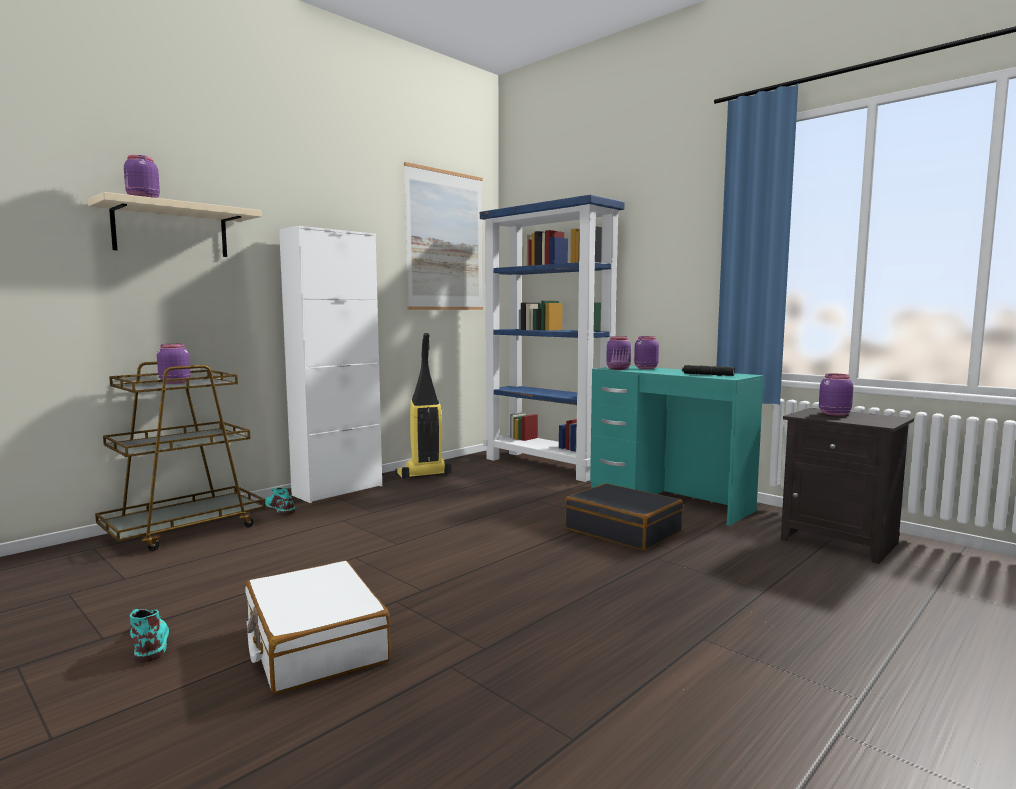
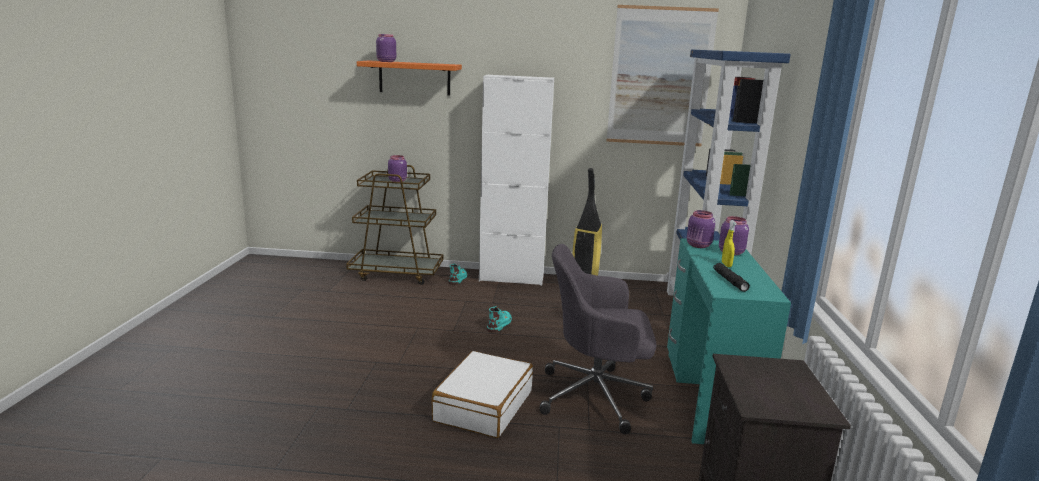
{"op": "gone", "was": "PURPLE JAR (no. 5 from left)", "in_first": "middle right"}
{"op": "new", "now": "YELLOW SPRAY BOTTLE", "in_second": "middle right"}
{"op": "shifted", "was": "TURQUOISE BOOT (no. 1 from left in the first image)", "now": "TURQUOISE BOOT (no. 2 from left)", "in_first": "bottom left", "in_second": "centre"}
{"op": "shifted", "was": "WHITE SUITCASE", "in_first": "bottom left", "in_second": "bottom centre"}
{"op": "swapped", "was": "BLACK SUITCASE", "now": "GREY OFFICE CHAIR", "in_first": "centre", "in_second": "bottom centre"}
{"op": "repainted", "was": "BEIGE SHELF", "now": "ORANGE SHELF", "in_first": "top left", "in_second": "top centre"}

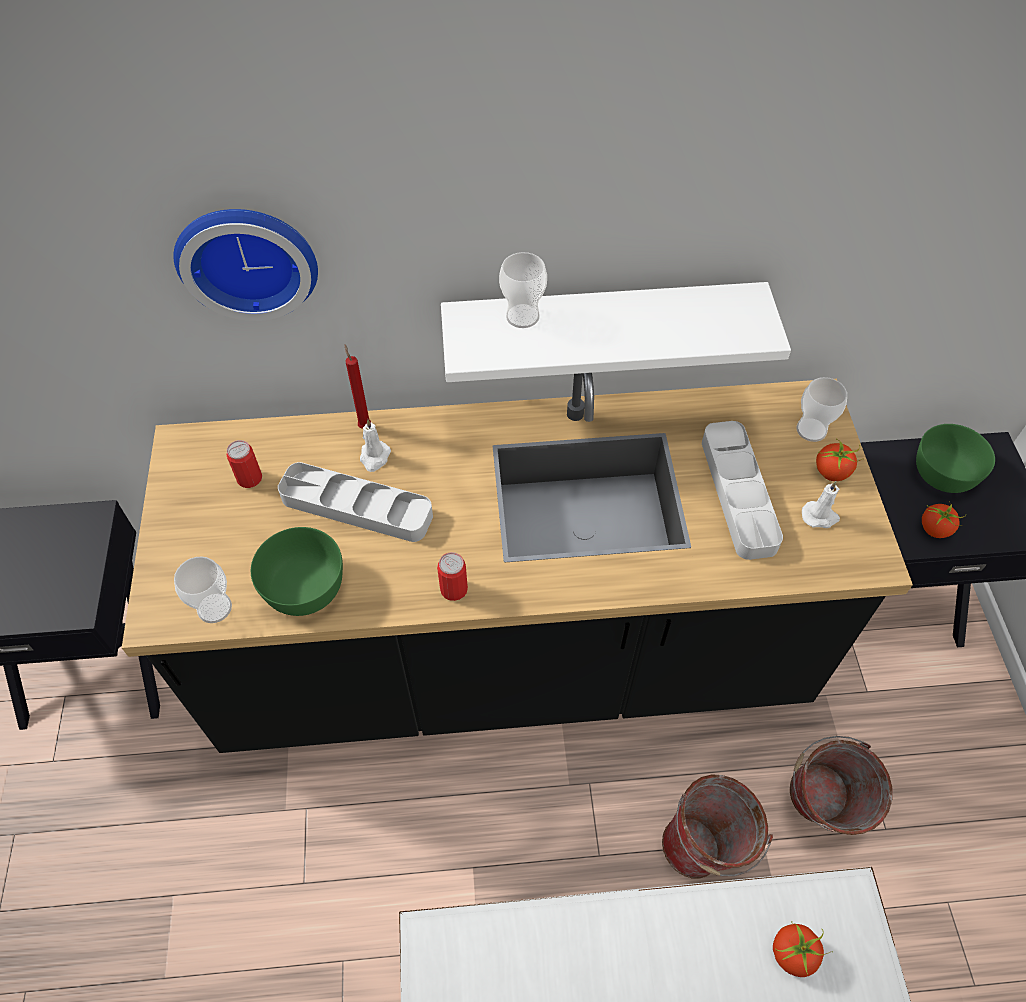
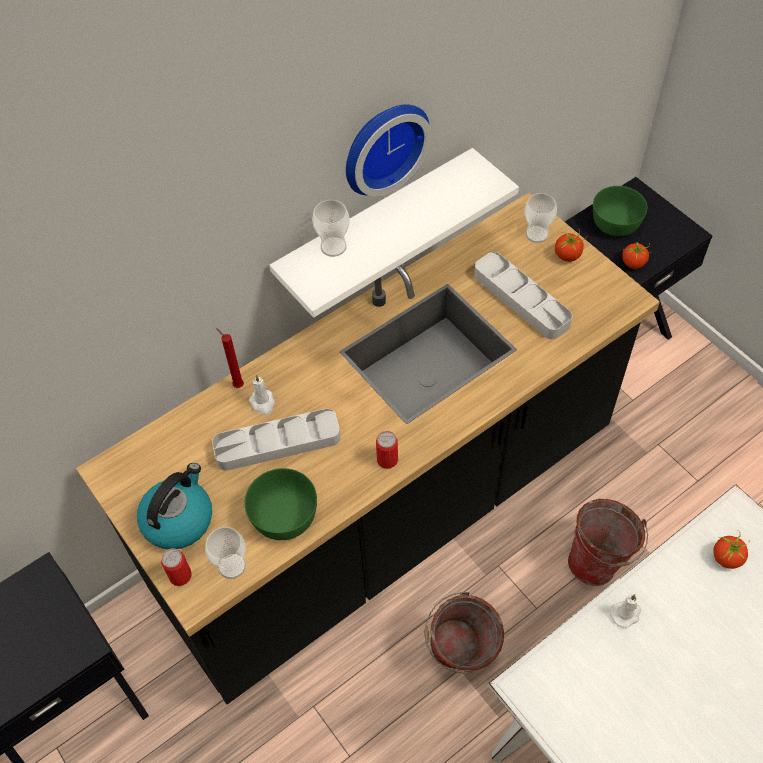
{"op": "new", "now": "KETTLE", "in_second": "middle left"}
{"op": "shifted", "was": "WALL CLOCK", "in_first": "top left", "in_second": "top centre"}
{"op": "shifted", "was": "CAN (no. 1 from left)", "in_first": "middle left", "in_second": "bottom left"}
{"op": "shifted", "was": "BUCKET (no. 2 from left in the first image)", "now": "BUCKET (no. 1 from left)", "in_first": "bottom right", "in_second": "bottom centre"}
{"op": "shifted", "was": "WHITE CANDLE (no. 2 from left)", "in_first": "middle right", "in_second": "bottom right"}

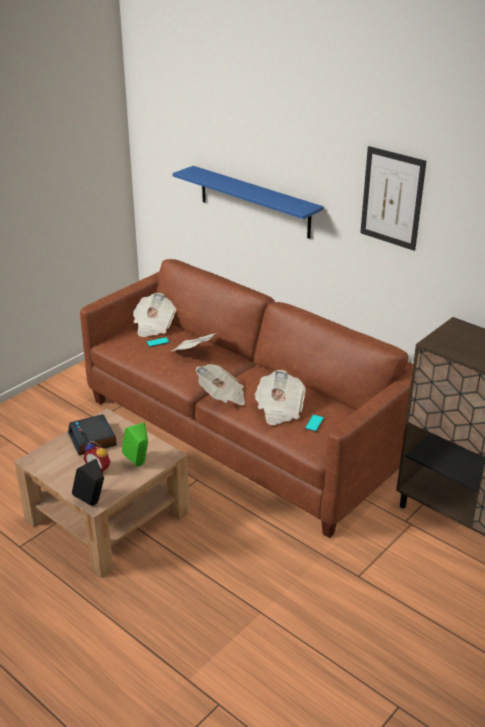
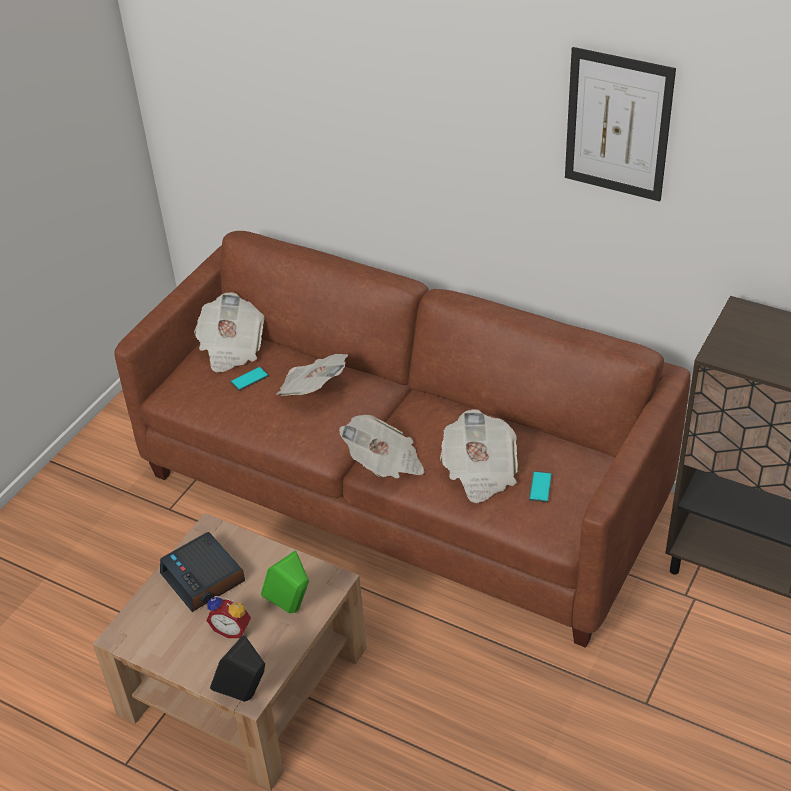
{"op": "gone", "was": "BLUE SHELF", "in_first": "top centre"}

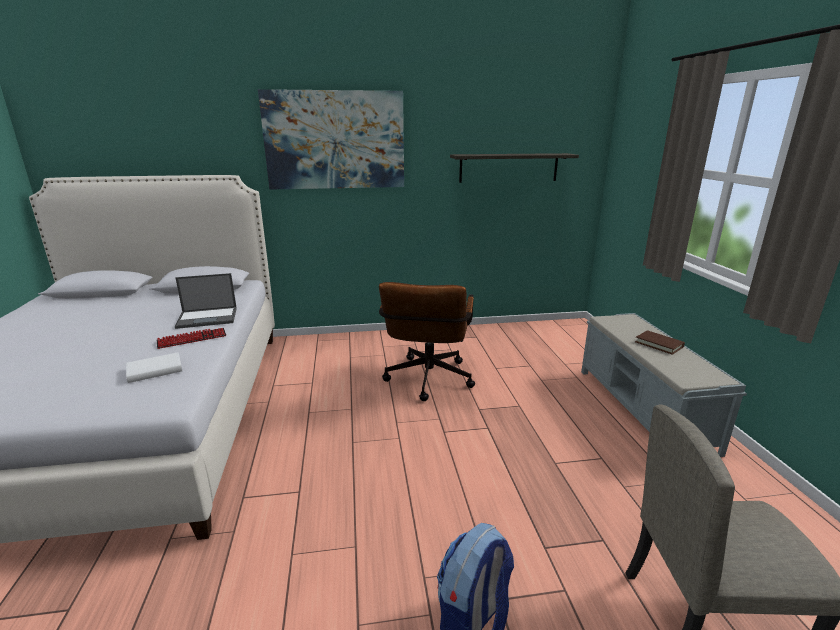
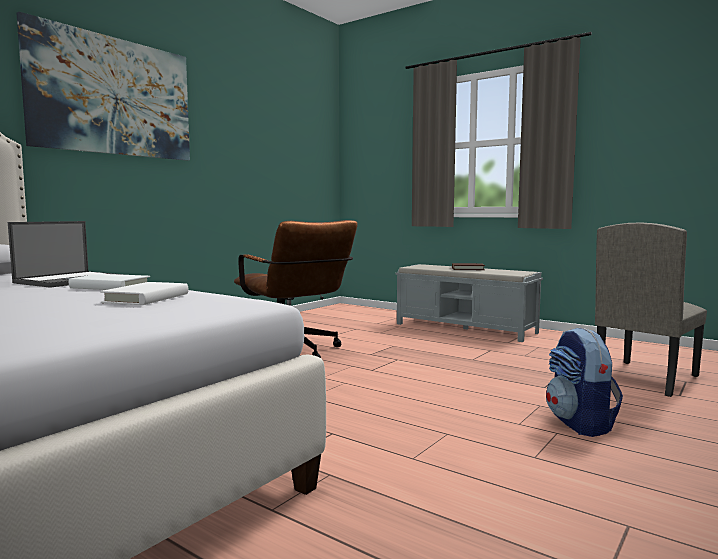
{"op": "gone", "was": "SHELF", "in_first": "top centre"}
{"op": "swapped", "was": "KEYBOARD", "now": "WHITE BOOK (no. 1 from left)", "in_first": "middle left", "in_second": "middle left"}

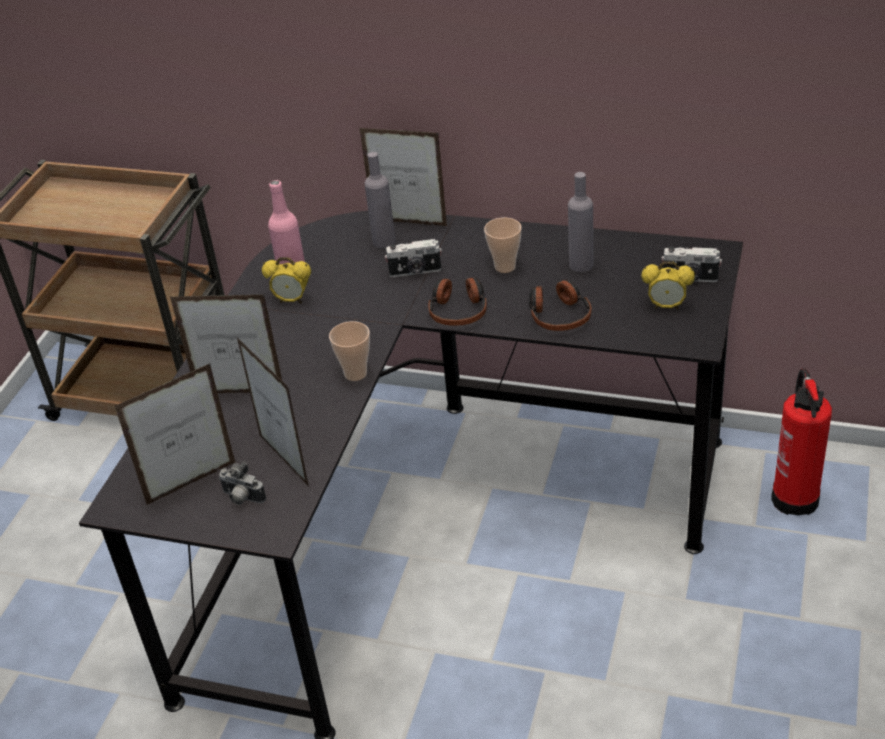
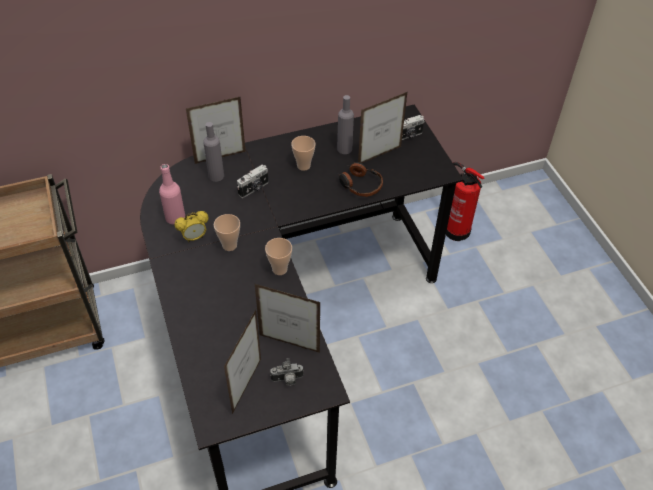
{"op": "gone", "was": "HEADPHONES (no. 1 from left)", "in_first": "centre"}
{"op": "gone", "was": "ALARM CLOCK (no. 2 from left)", "in_first": "middle right"}
{"op": "new", "now": "CUP (no. 1 from left)", "in_second": "centre"}
{"op": "shifted", "was": "PICTURE FRAME (no. 2 from left in the first image)", "now": "PICTURE FRAME (no. 4 from left)", "in_first": "middle left", "in_second": "top centre"}

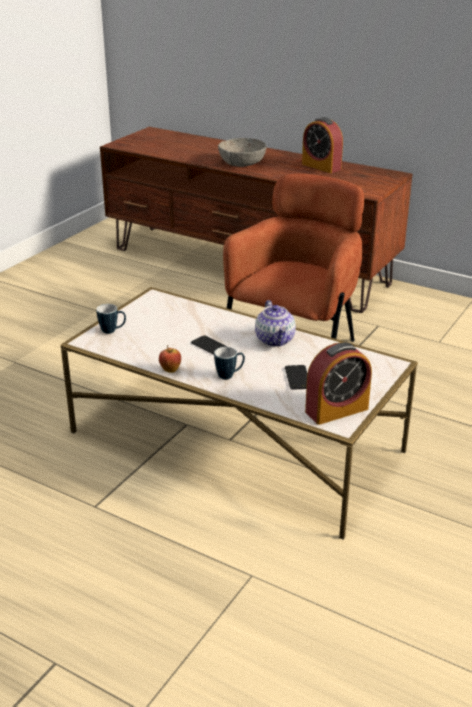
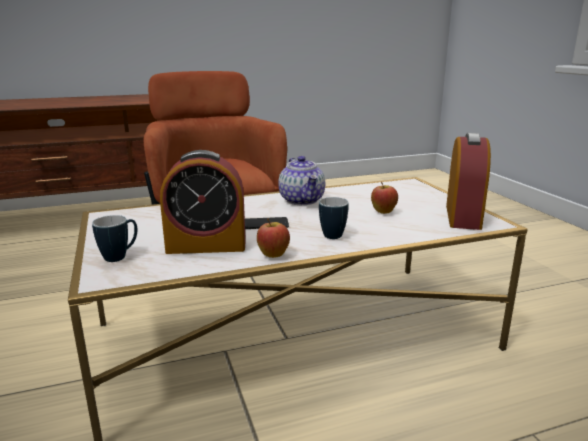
{"op": "gone", "was": "GREY BOWL", "in_first": "top centre"}
{"op": "shifted", "was": "ALARM CLOCK (no. 1 from left)", "in_first": "top right", "in_second": "centre"}
{"op": "swapped", "was": "PHONE (no. 2 from left)", "now": "APPLE (no. 2 from left)", "in_first": "centre", "in_second": "centre"}
{"op": "rotated", "was": "TEAPOT", "in_first": "centre", "in_second": "centre", "clockwise": 45}

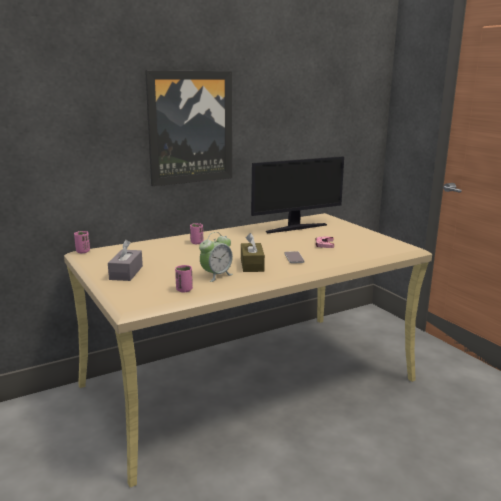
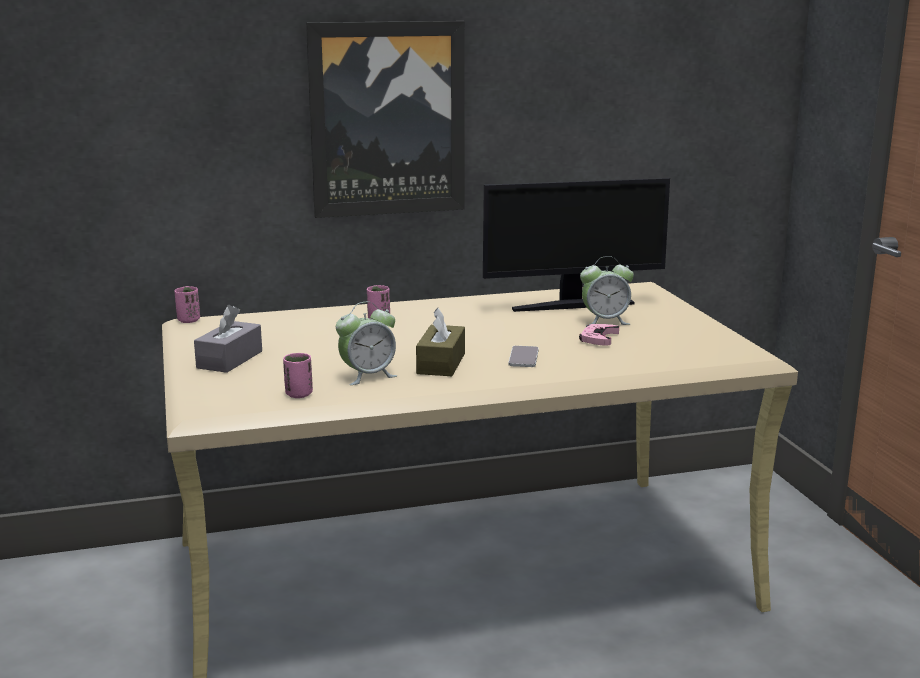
{"op": "new", "now": "ALARM CLOCK (no. 2 from left)", "in_second": "centre"}

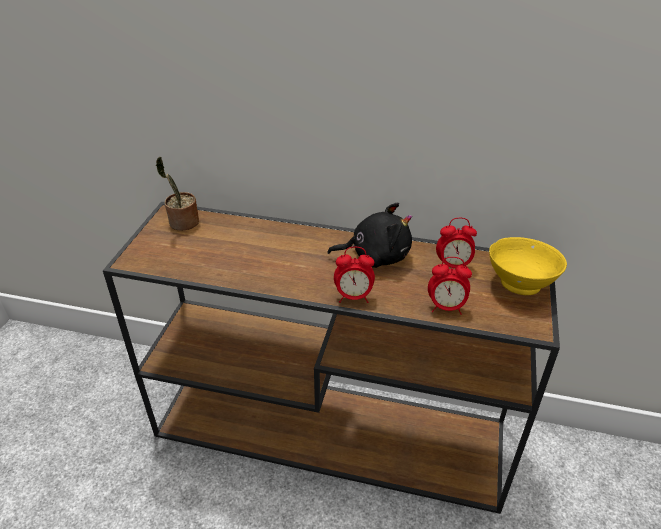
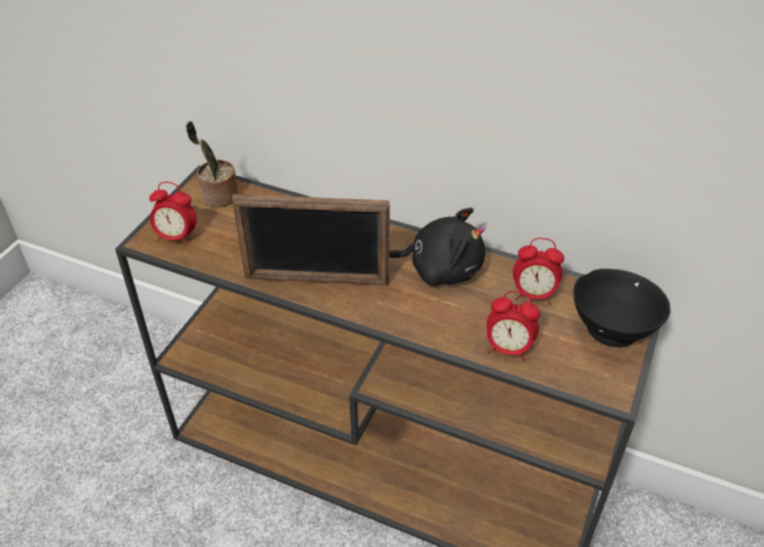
{"op": "new", "now": "PICTURE FRAME", "in_second": "centre"}
{"op": "shifted", "was": "ALARM CLOCK (no. 1 from left)", "in_first": "centre", "in_second": "middle left"}
{"op": "repainted", "was": "YELLOW BOWL", "now": "BLACK BOWL", "in_first": "middle right", "in_second": "middle right"}

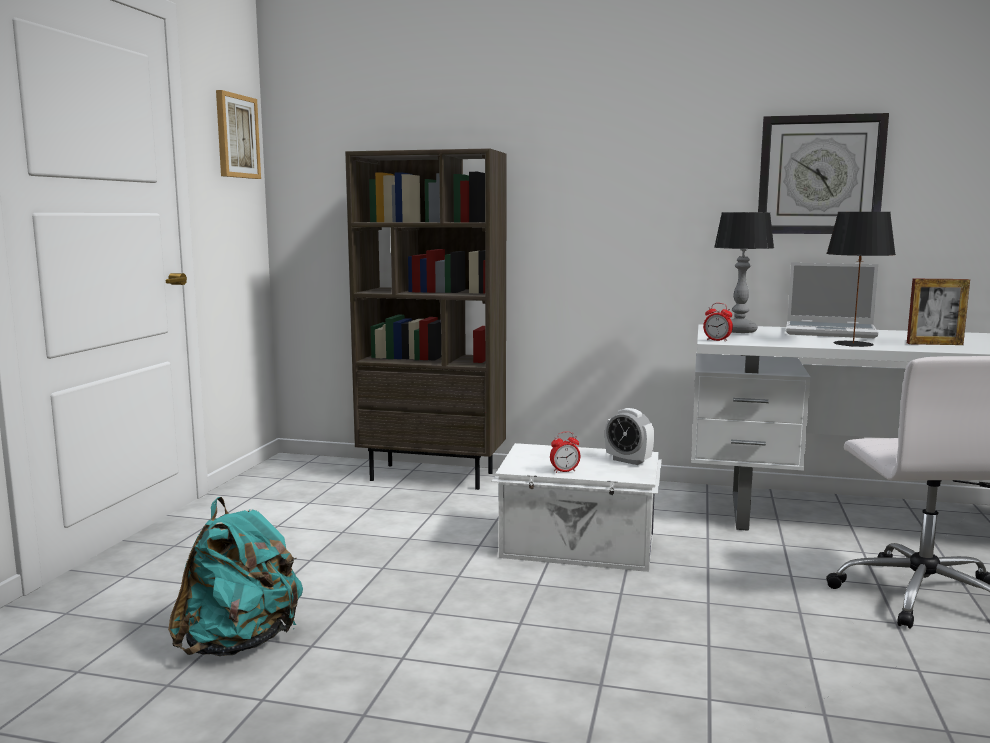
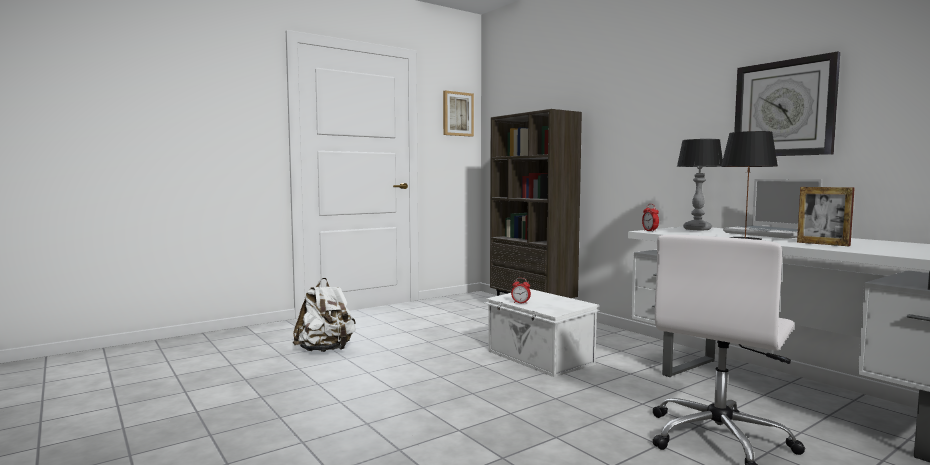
{"op": "gone", "was": "ALARM CLOCK (no. 2 from left)", "in_first": "centre"}
{"op": "repainted", "was": "TURQUOISE BACKPACK", "now": "WHITE BACKPACK", "in_first": "bottom left", "in_second": "bottom centre"}

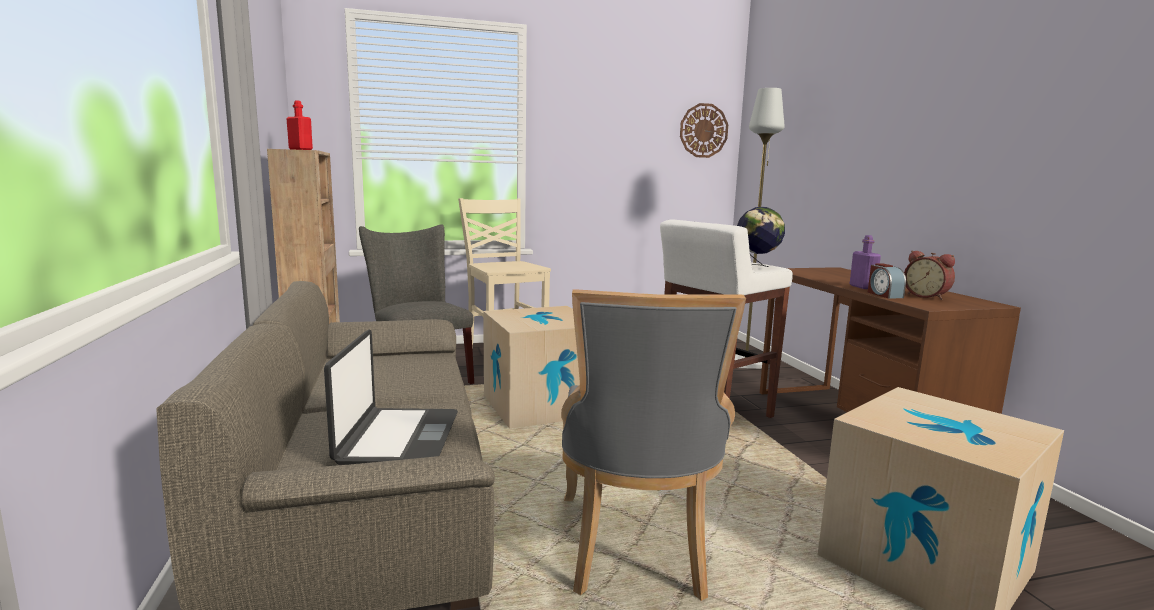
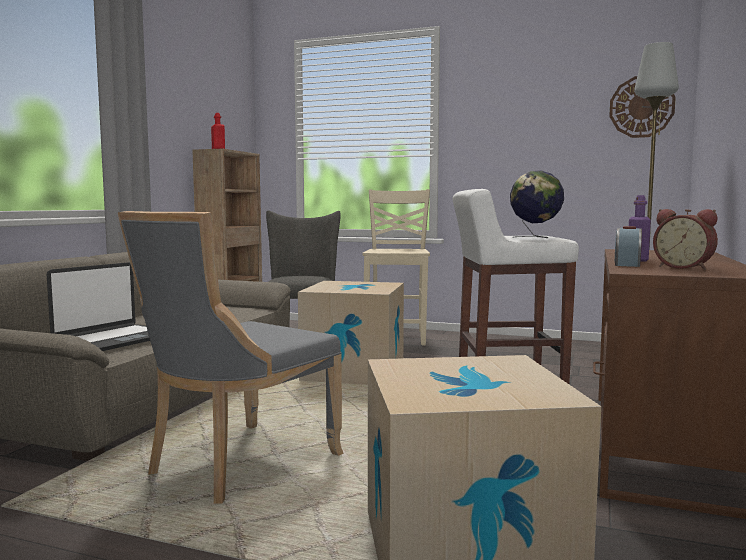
{"op": "rotated", "was": "ALARM CLOCK (no. 2 from left)", "in_first": "middle right", "in_second": "middle right", "clockwise": -45}

